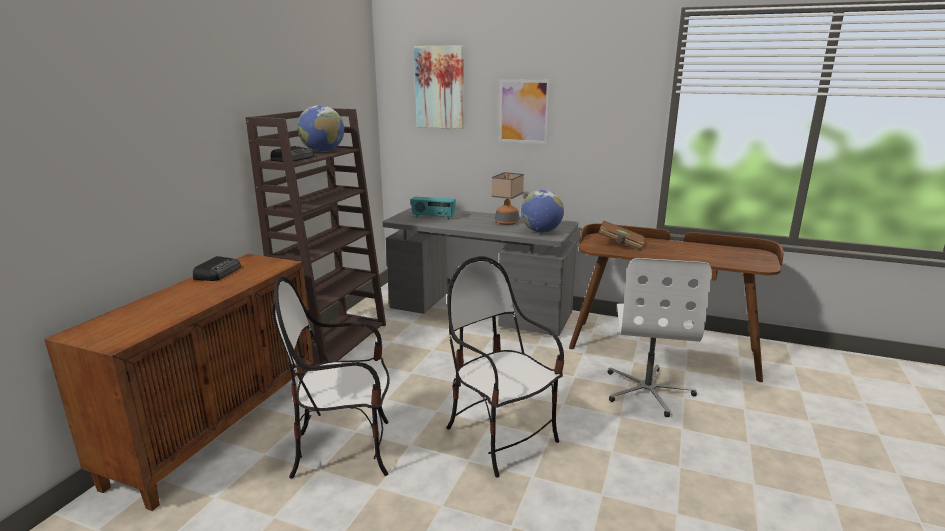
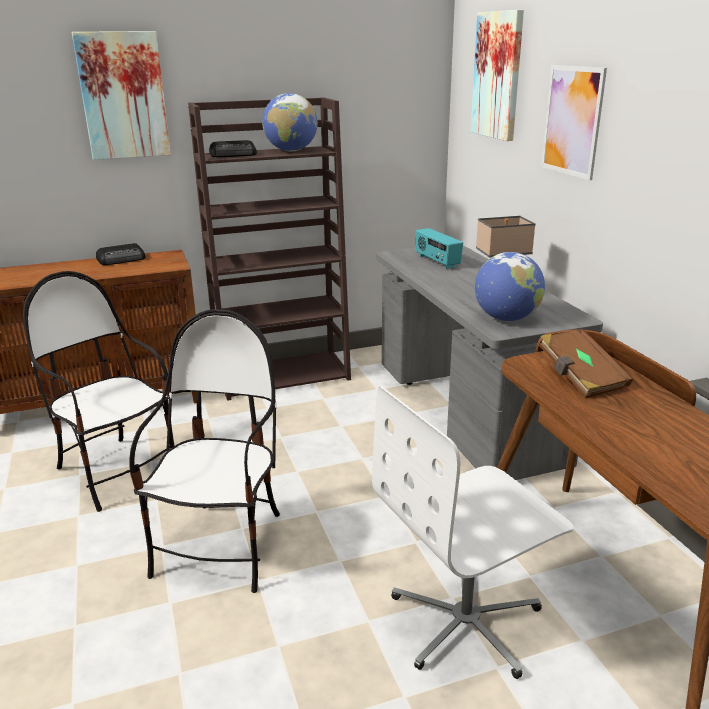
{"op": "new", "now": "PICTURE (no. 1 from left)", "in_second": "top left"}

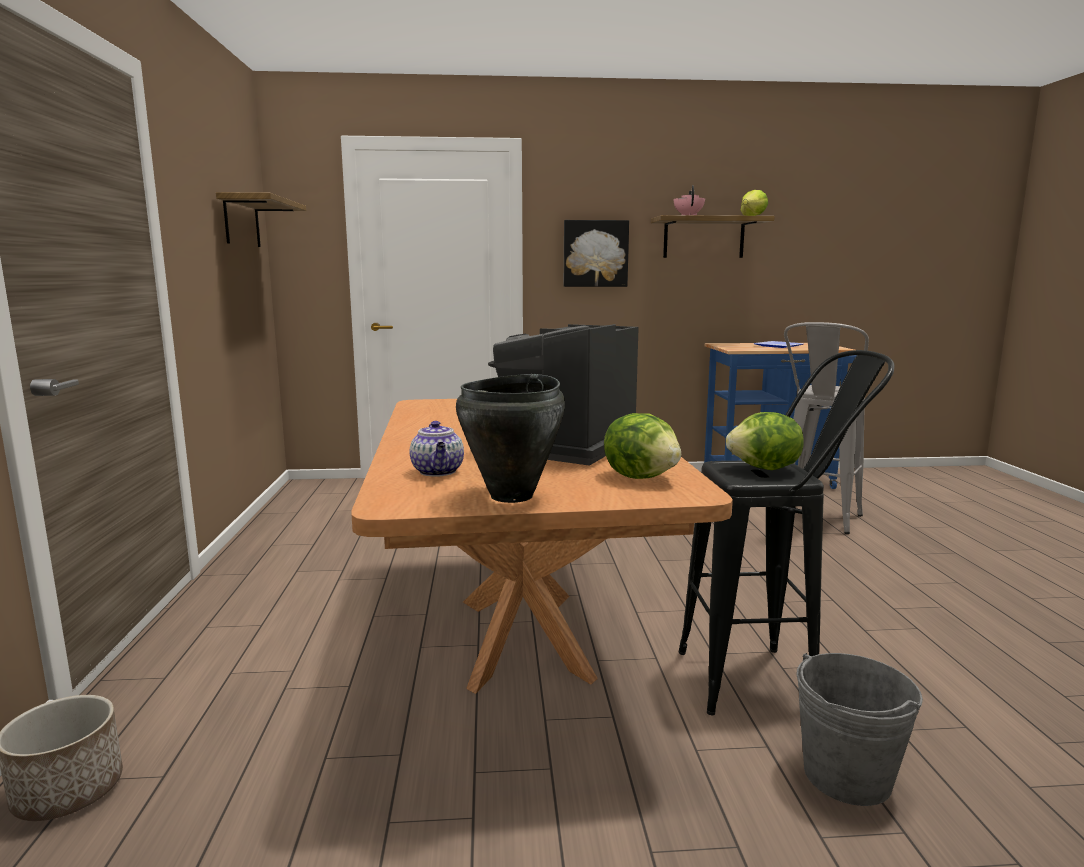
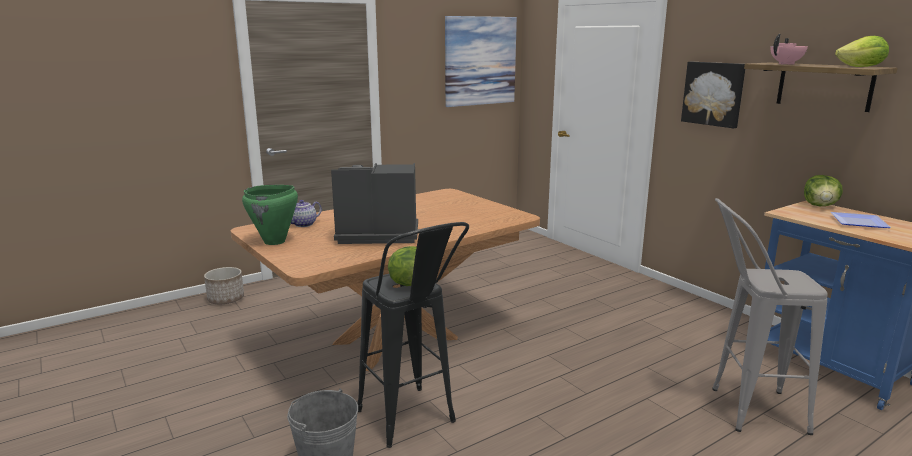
{"op": "shifted", "was": "LETTUCE (no. 1 from left in the first image)", "now": "LETTUCE (no. 2 from left)", "in_first": "centre", "in_second": "middle right"}
{"op": "swapped", "was": "SHELF (no. 1 from left)", "now": "PICTURE (no. 1 from left)", "in_first": "top left", "in_second": "top centre"}
{"op": "repainted", "was": "BLACK COOKING POT", "now": "GREEN COOKING POT", "in_first": "centre", "in_second": "middle left"}

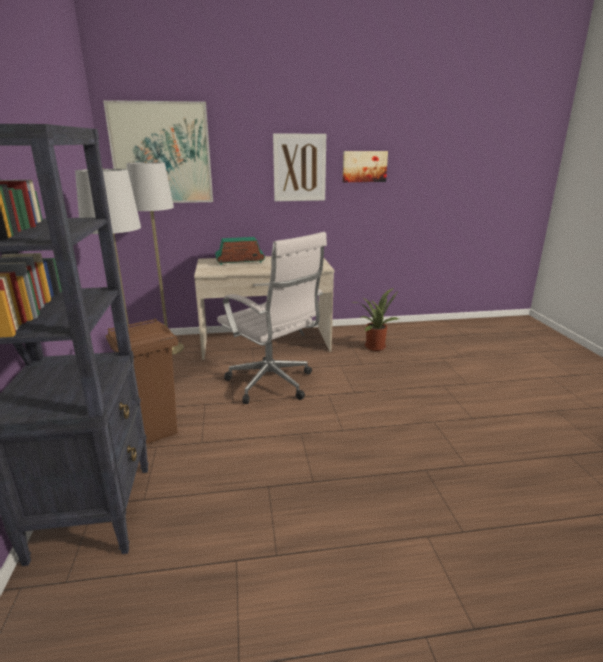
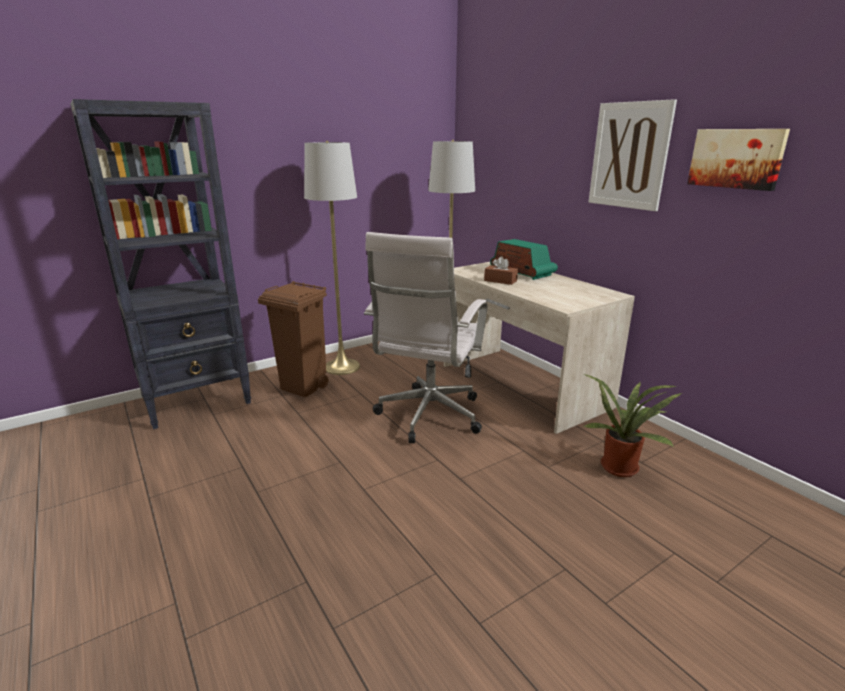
{"op": "gone", "was": "PICTURE (no. 1 from left)", "in_first": "top left"}
{"op": "new", "now": "BROWN TISSUE BOX", "in_second": "centre"}

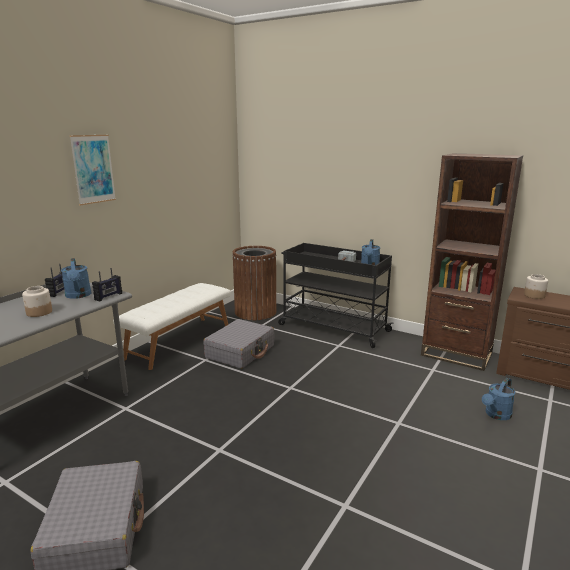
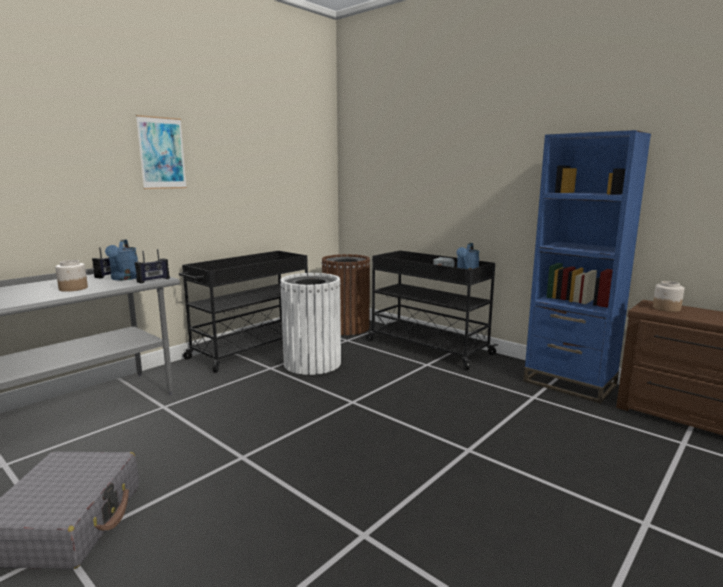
{"op": "gone", "was": "BLUE WATERING CAN (no. 3 from left)", "in_first": "bottom right"}
{"op": "swapped", "was": "WHITE BENCH", "now": "BLACK CART (no. 1 from left)", "in_first": "middle left", "in_second": "centre"}
{"op": "swapped", "was": "GREY SUITCASE (no. 2 from left)", "now": "WHITE TRASH CAN", "in_first": "centre", "in_second": "centre"}
{"op": "repainted", "was": "BROWN BOOKCASE", "now": "BLUE BOOKCASE", "in_first": "middle right", "in_second": "middle right"}

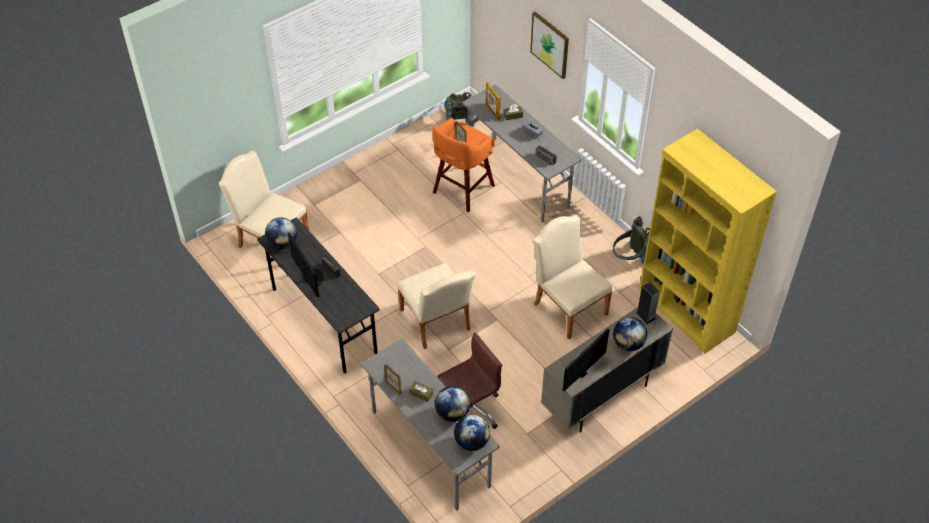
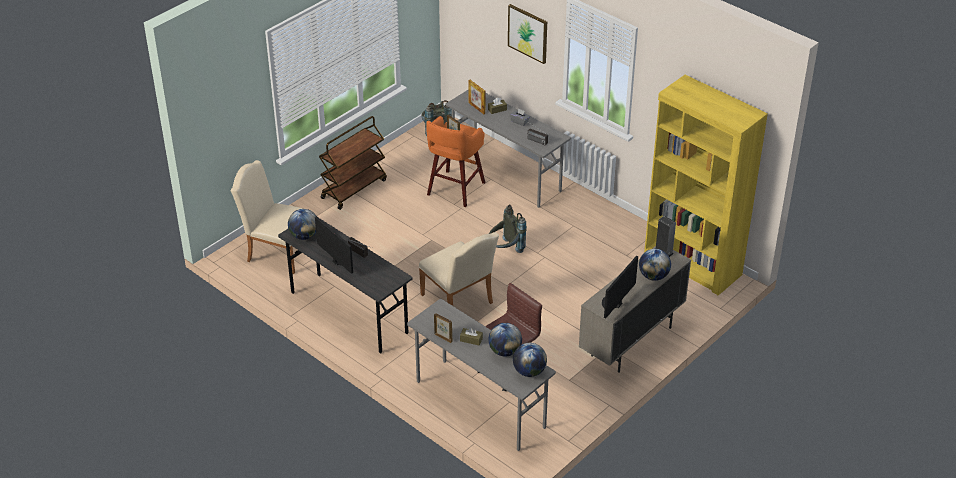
{"op": "gone", "was": "BEIGE CHAIR (no. 3 from left)", "in_first": "centre"}
{"op": "new", "now": "BROWN CART", "in_second": "centre"}
{"op": "shifted", "was": "GREY BACKPACK (no. 2 from left)", "in_first": "middle right", "in_second": "centre"}

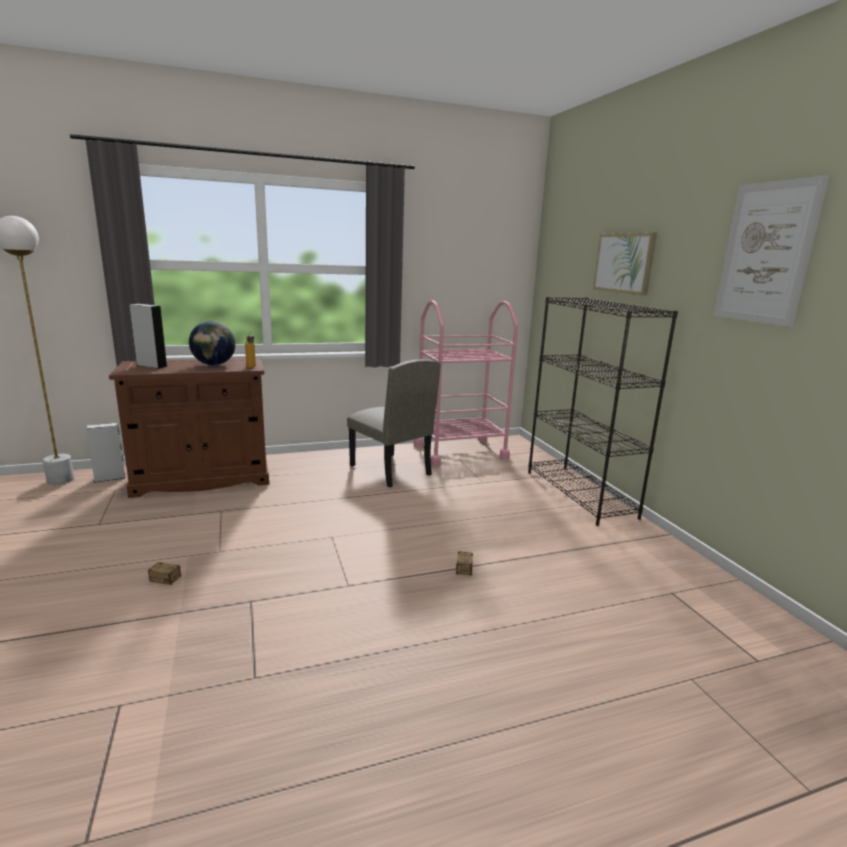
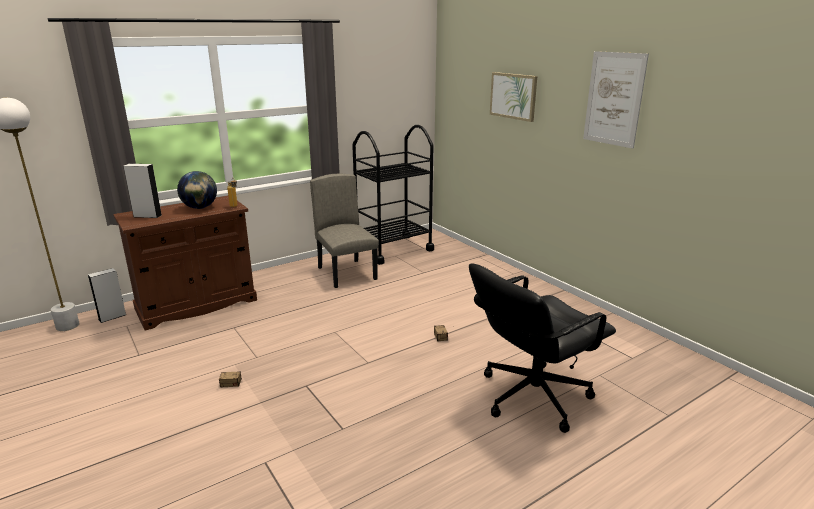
{"op": "gone", "was": "BLACK BOOKCASE", "in_first": "middle right"}
{"op": "new", "now": "BLACK OFFICE CHAIR", "in_second": "bottom centre"}
{"op": "repainted", "was": "PINK CART", "now": "BLACK CART", "in_first": "centre", "in_second": "centre"}
{"op": "rotated", "was": "BEIGE CHAIR", "in_first": "centre", "in_second": "centre", "clockwise": -150}

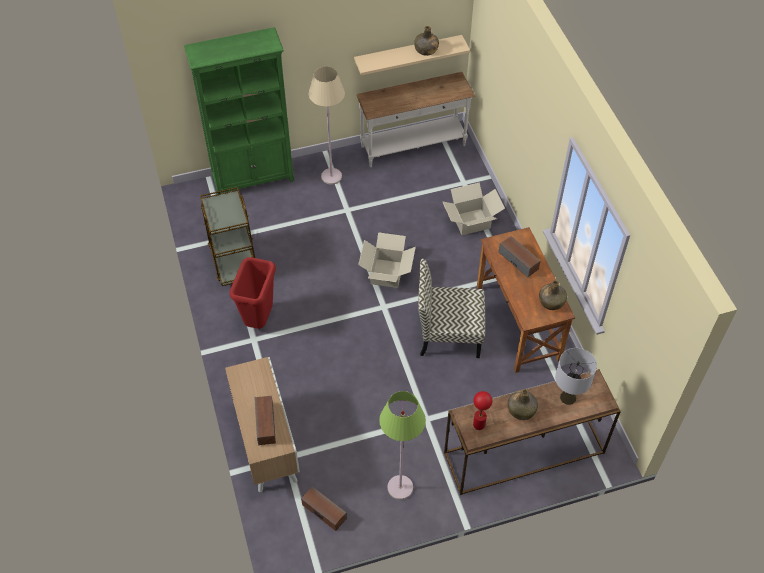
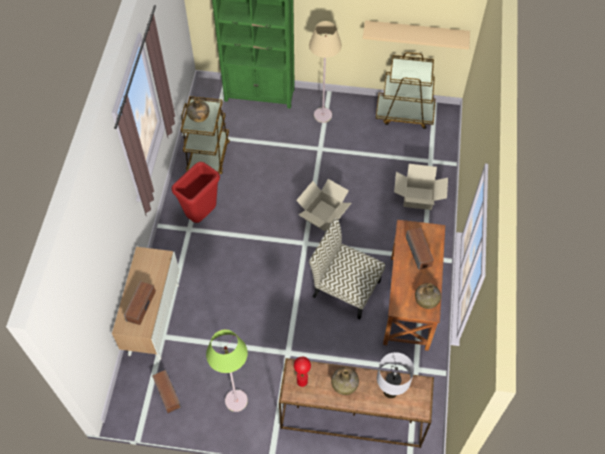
{"op": "shifted", "was": "GREEN BOTTLE (no. 1 from left)", "in_first": "top centre", "in_second": "top left"}
{"op": "swapped", "was": "WHITE CONSOLE TABLE", "now": "BROWN CART (no. 2 from left)", "in_first": "top centre", "in_second": "top right"}

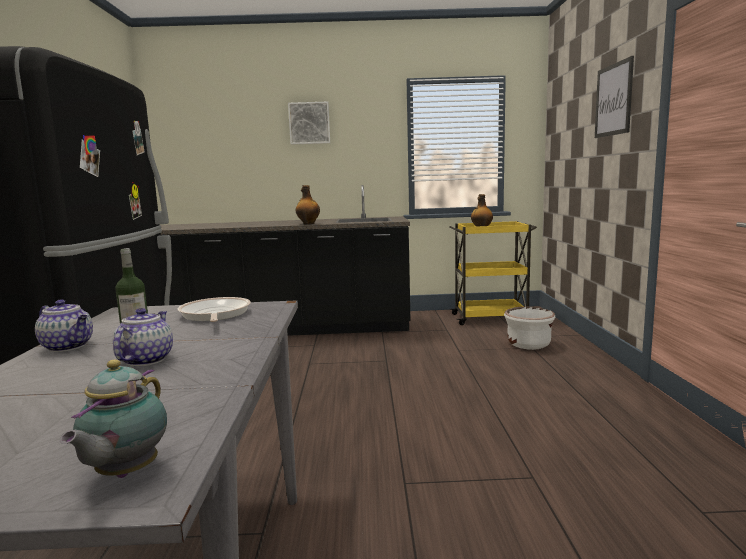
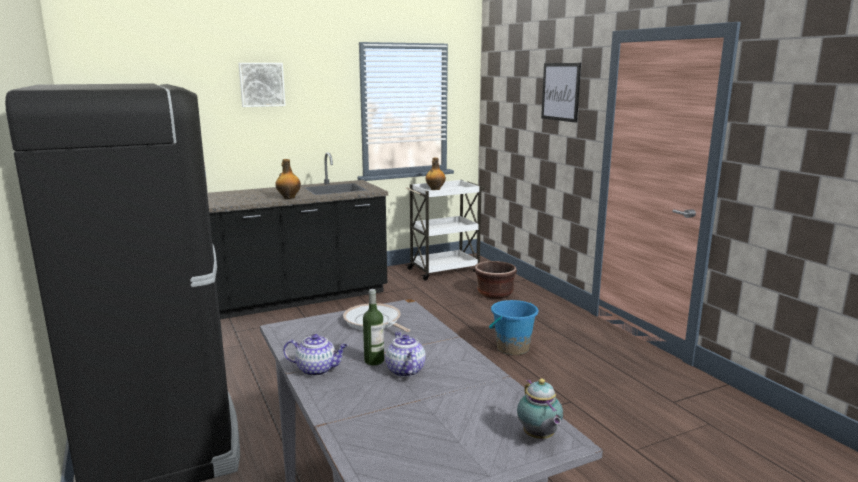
{"op": "new", "now": "BLUE BUCKET", "in_second": "bottom centre"}
{"op": "repainted", "was": "YELLOW CART", "now": "WHITE CART", "in_first": "centre", "in_second": "centre"}
{"op": "repainted", "was": "WHITE PLANTER", "now": "BROWN PLANTER", "in_first": "middle right", "in_second": "centre"}

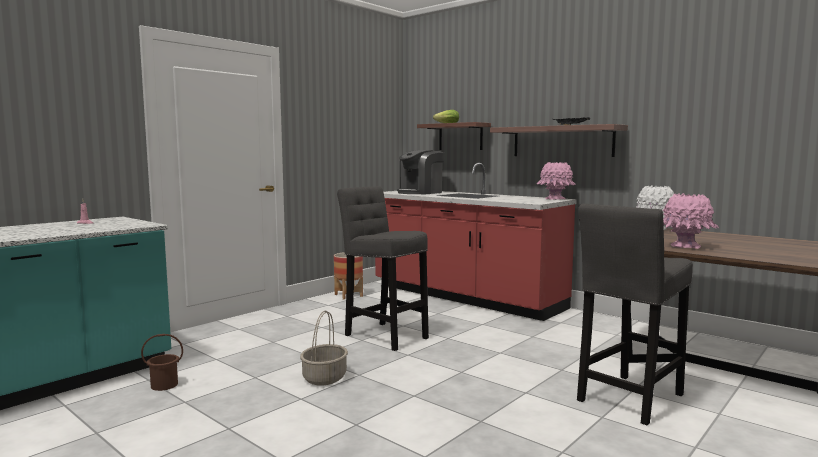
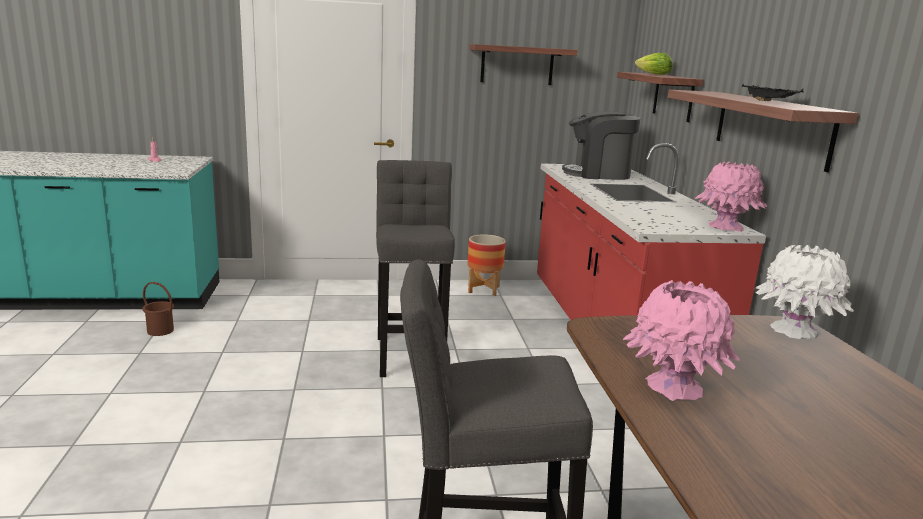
{"op": "gone", "was": "BASKET", "in_first": "bottom centre"}
{"op": "new", "now": "SHELF (no. 1 from left)", "in_second": "top centre"}

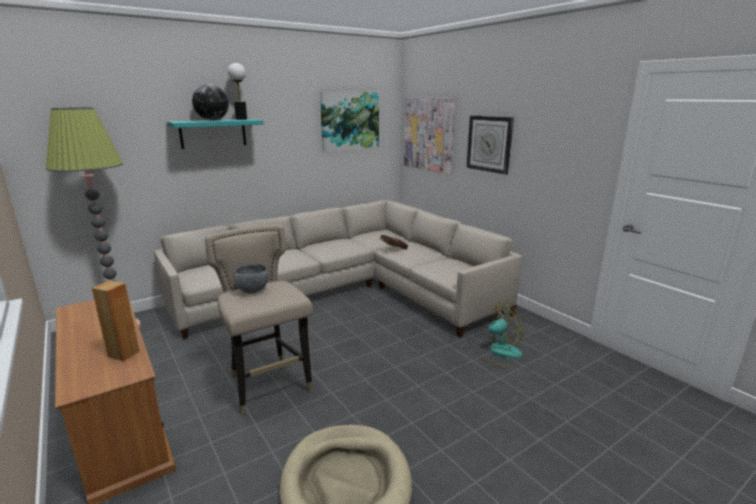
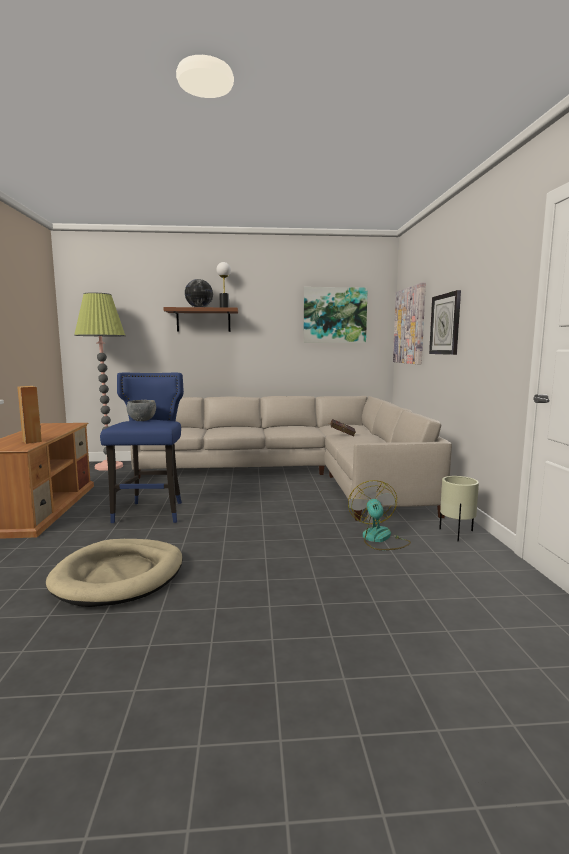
{"op": "new", "now": "BEIGE PLANTER", "in_second": "middle right"}
{"op": "repainted", "was": "TURQUOISE SHELF", "now": "BROWN SHELF", "in_first": "top left", "in_second": "centre"}
{"op": "repainted", "was": "BEIGE STOOL", "now": "BLUE STOOL", "in_first": "centre", "in_second": "middle left"}
{"op": "rotated", "was": "FAN", "in_first": "centre", "in_second": "centre", "clockwise": -105}

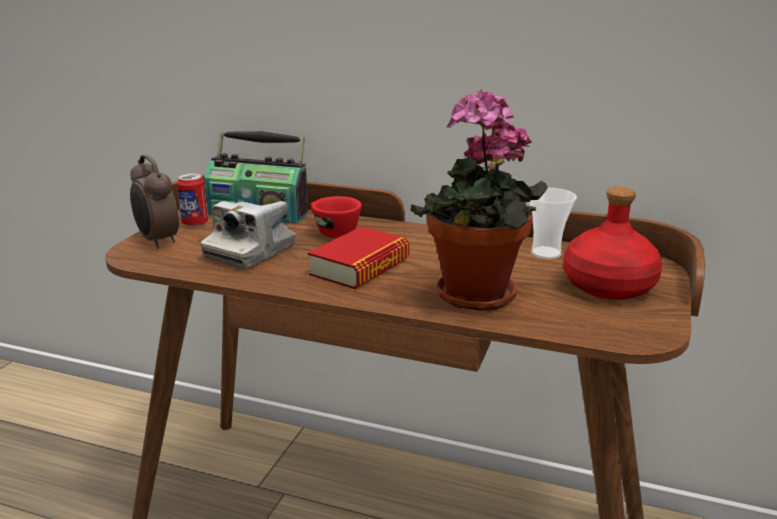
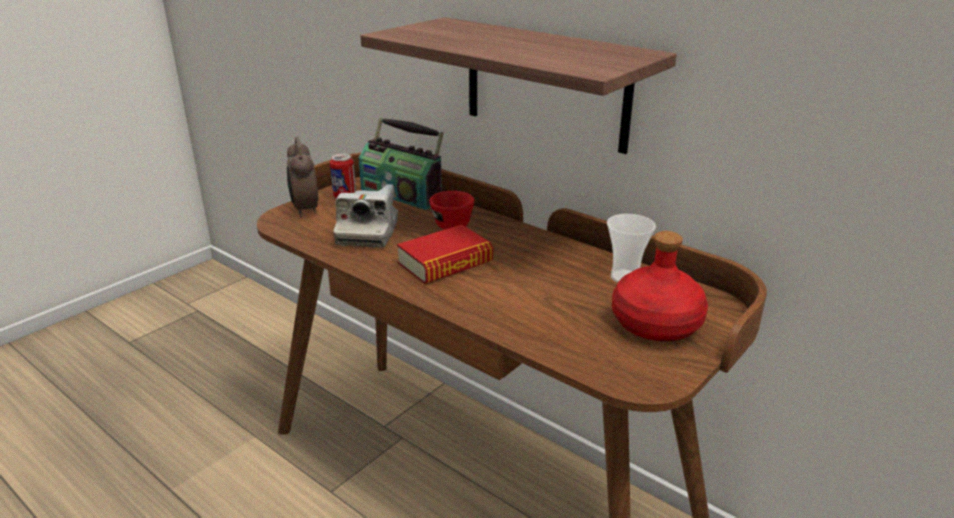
{"op": "gone", "was": "POTTED PLANT", "in_first": "centre"}
{"op": "new", "now": "SHELF", "in_second": "top centre"}
{"op": "rotated", "was": "PHOTO CAMERA", "in_first": "middle left", "in_second": "centre", "clockwise": -45}

